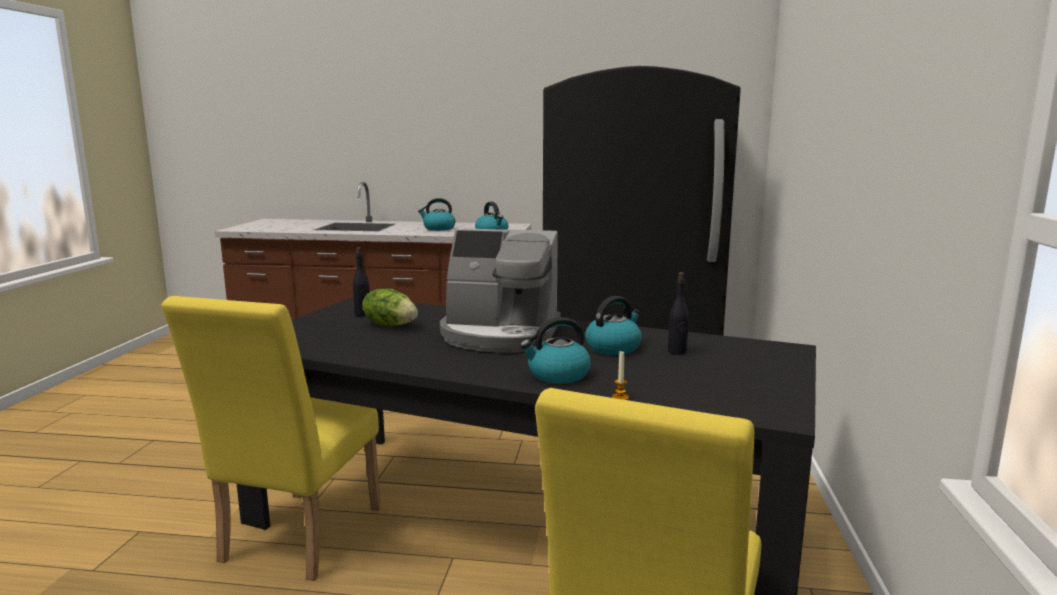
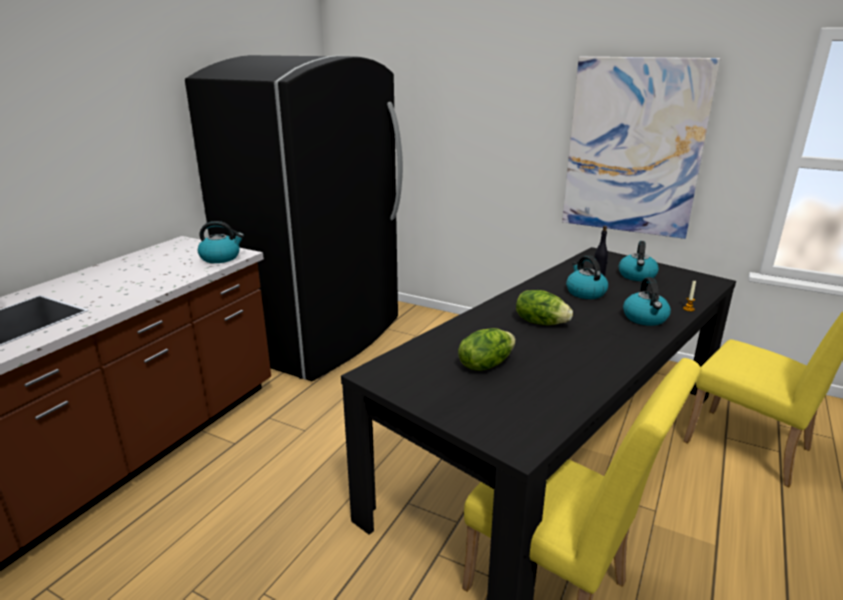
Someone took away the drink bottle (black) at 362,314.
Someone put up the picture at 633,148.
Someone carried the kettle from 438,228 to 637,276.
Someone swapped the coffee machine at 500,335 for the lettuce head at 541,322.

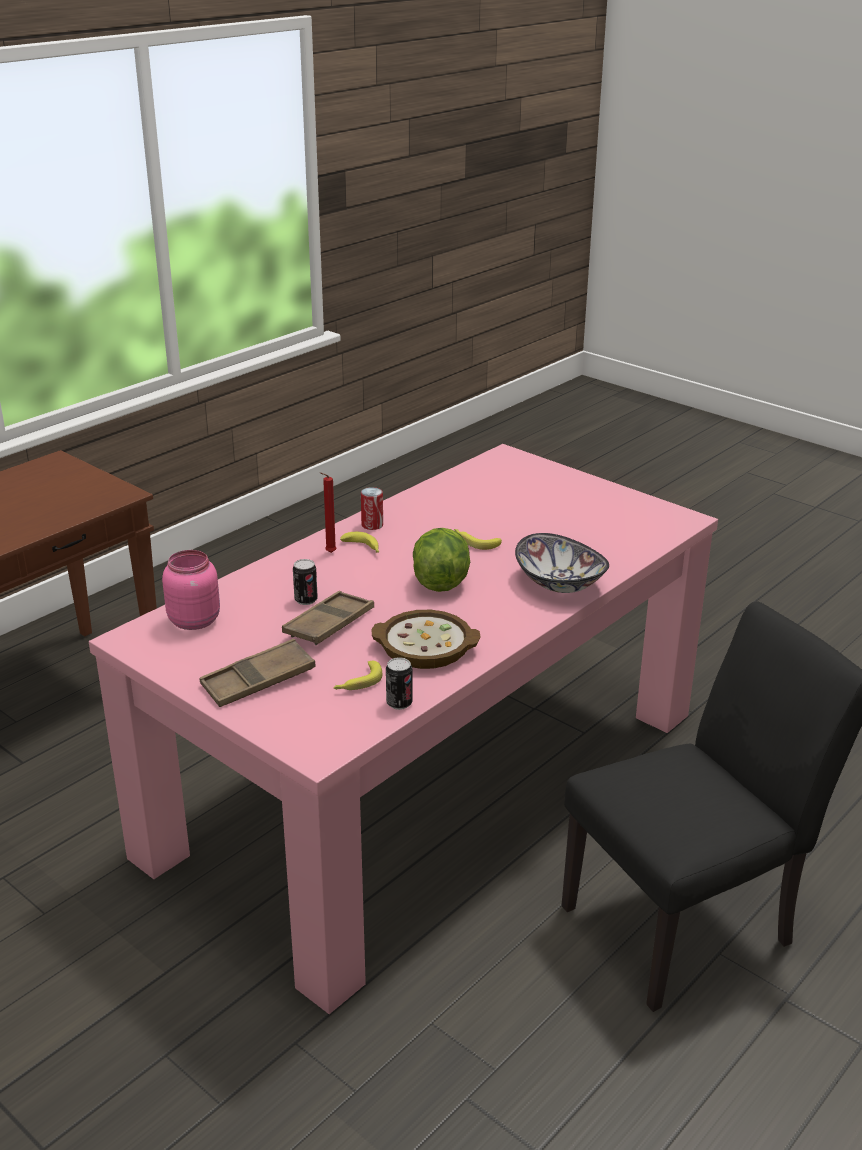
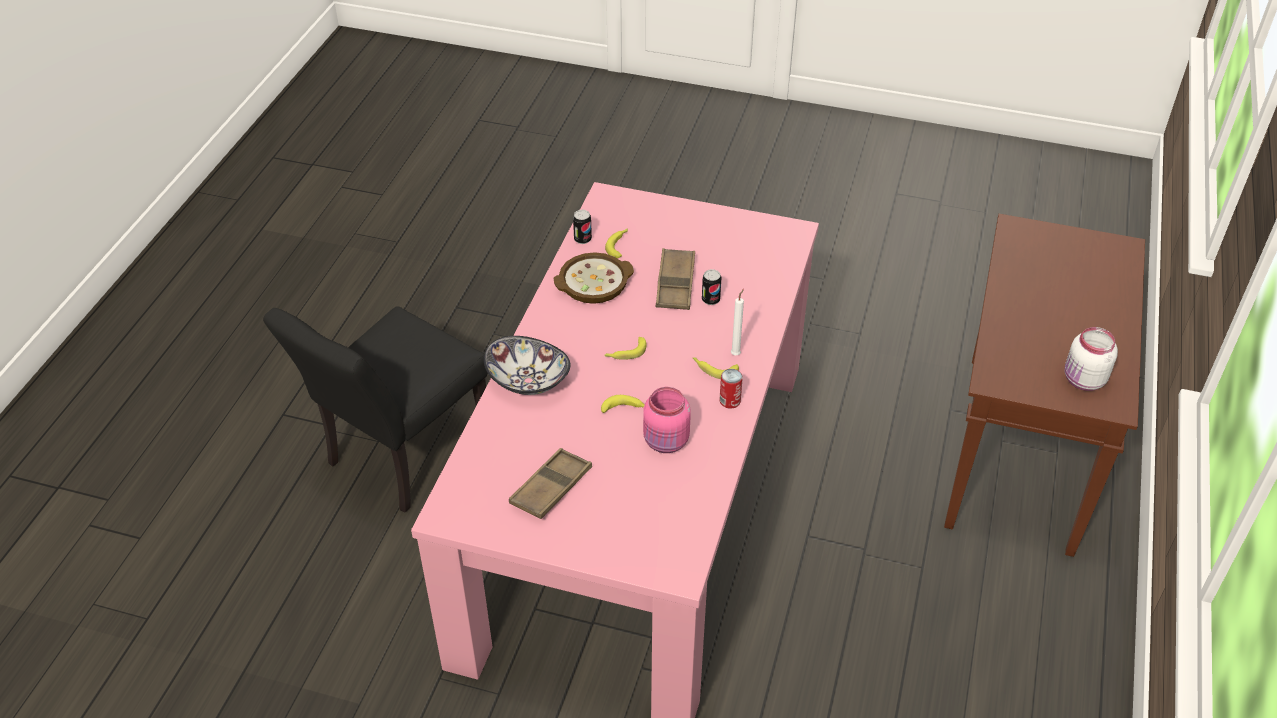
Someone put down the preserve jar (whitish) at 1083,381.
Someone carried the preserve jar (pinkish) from 195,620 to 666,442.
Someone carried the serving tray (brownish) from 258,680 to 551,488.
Someone swapped the lettuce head at 440,580 for the whole banana at 625,353.
Someone repainted the candle (red-coloured) at 329,553, which became the candle (whitish) at 736,353.

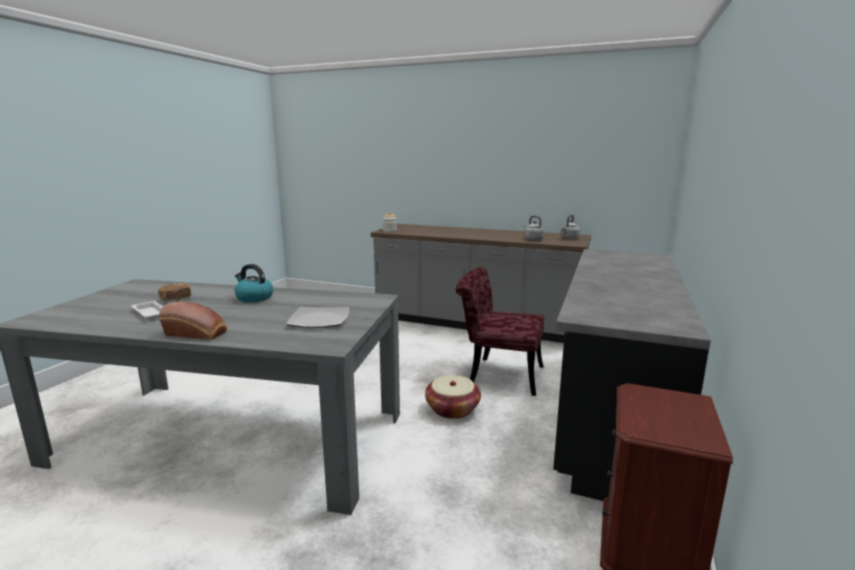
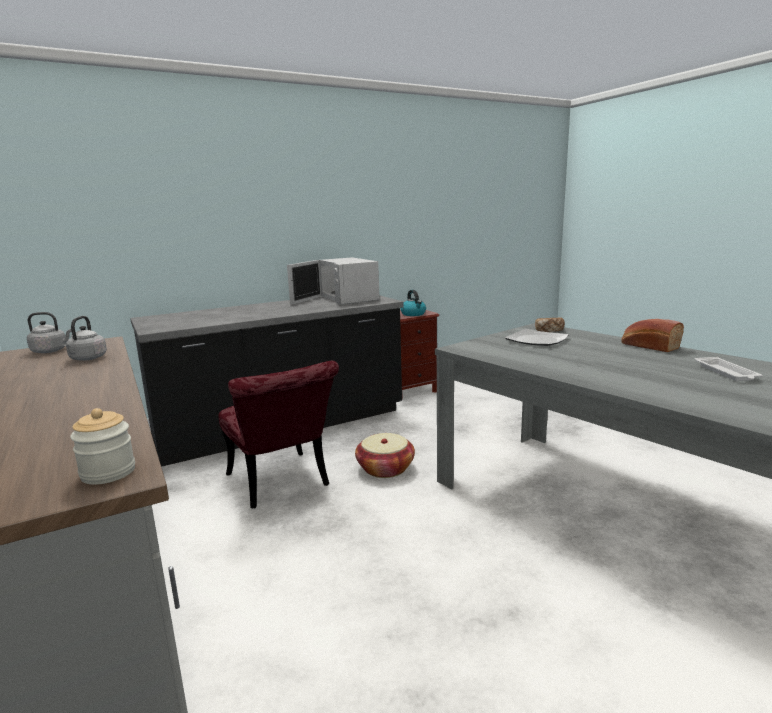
Someone put down the microwave (whitish) at 344,299.
Someone carried the bread from 176,298 to 549,331.
Someone carried the kettle from 254,298 to 413,314.

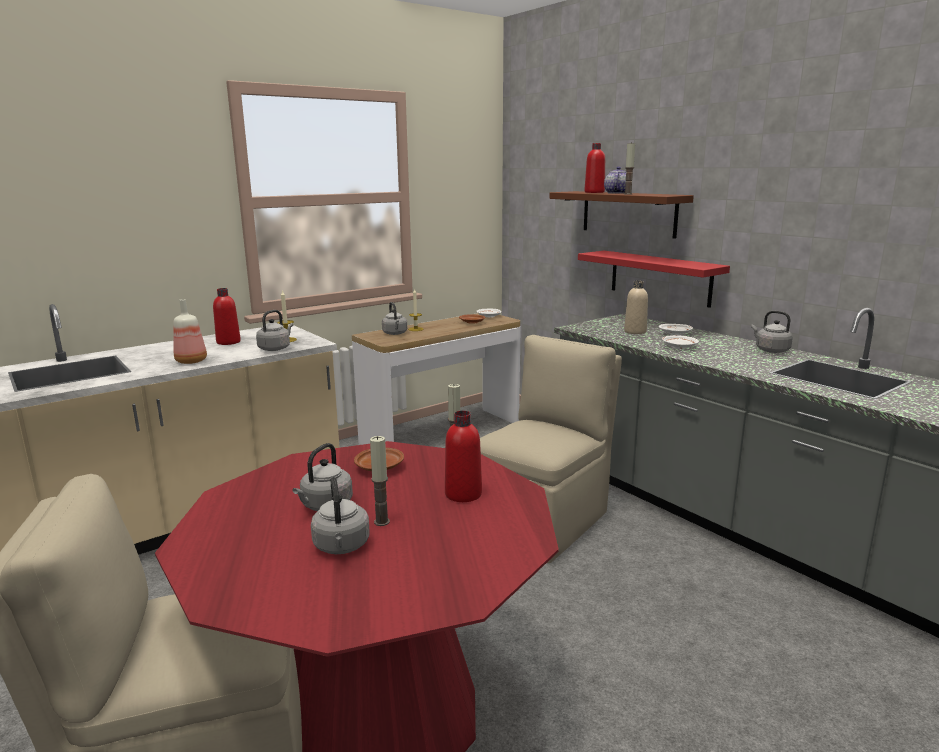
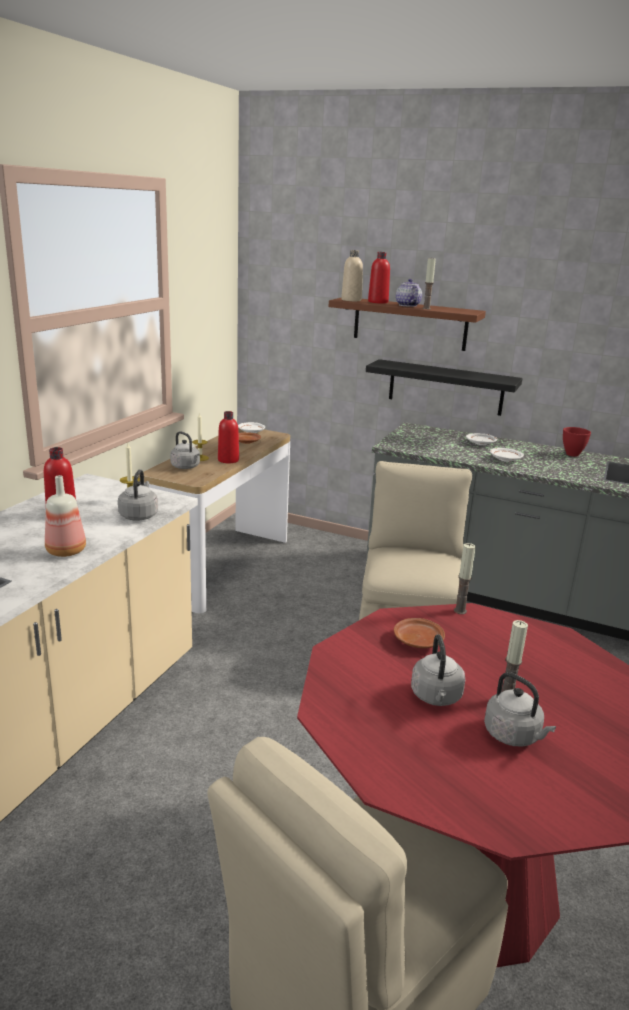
Someone carried the drink bottle (red-coloured) from 463,494 to 228,460.
Someone carried the drink bottle (beige-coloured) from 635,332 to 351,300.
Someone swapped the kettle (grey) at 770,350 for the bowl (red-coloured) at 572,454.
Someone repainted the bracket shelf (red-coloured) at 660,277, which became the bracket shelf (black) at 445,387.

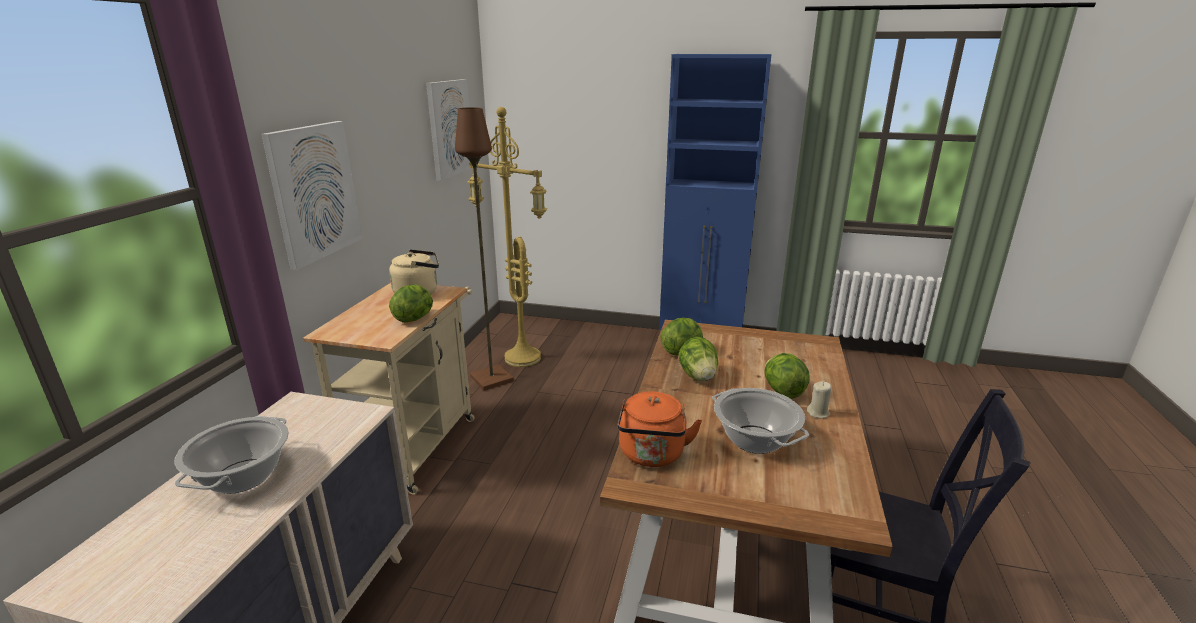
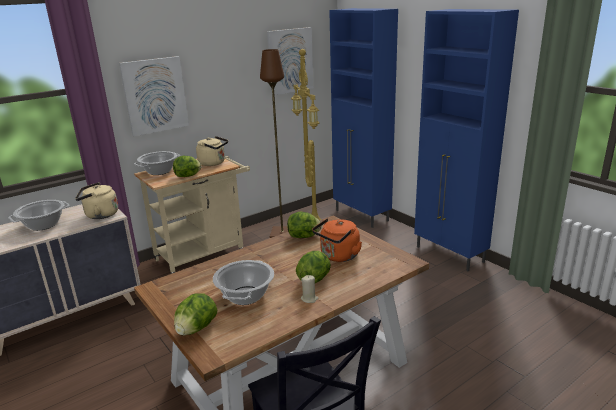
Someone put down the kettle (beige-coloured) at 99,215.
Someone put down the saucepot at 159,171.
Someone put down the cupboard (blue) at 362,216.
Someone carried the kettle (orange-coloured) from 652,455 to 338,256.
Someone carried the lettuce head from 698,376 to 196,329.

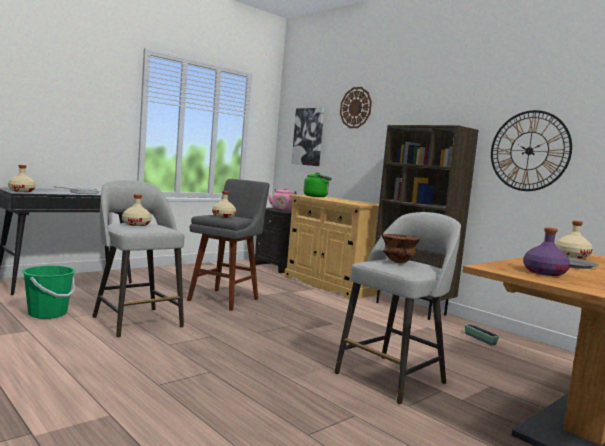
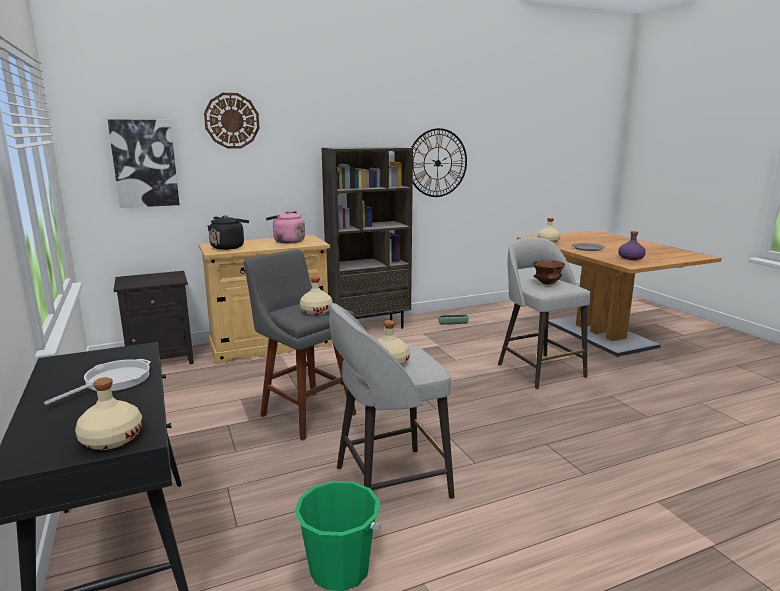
Someone carried the kettle (pinkish) from 282,210 to 287,241.
Someone repainted the kettle (green-coloured) at 317,196, which became the kettle (black) at 229,247.

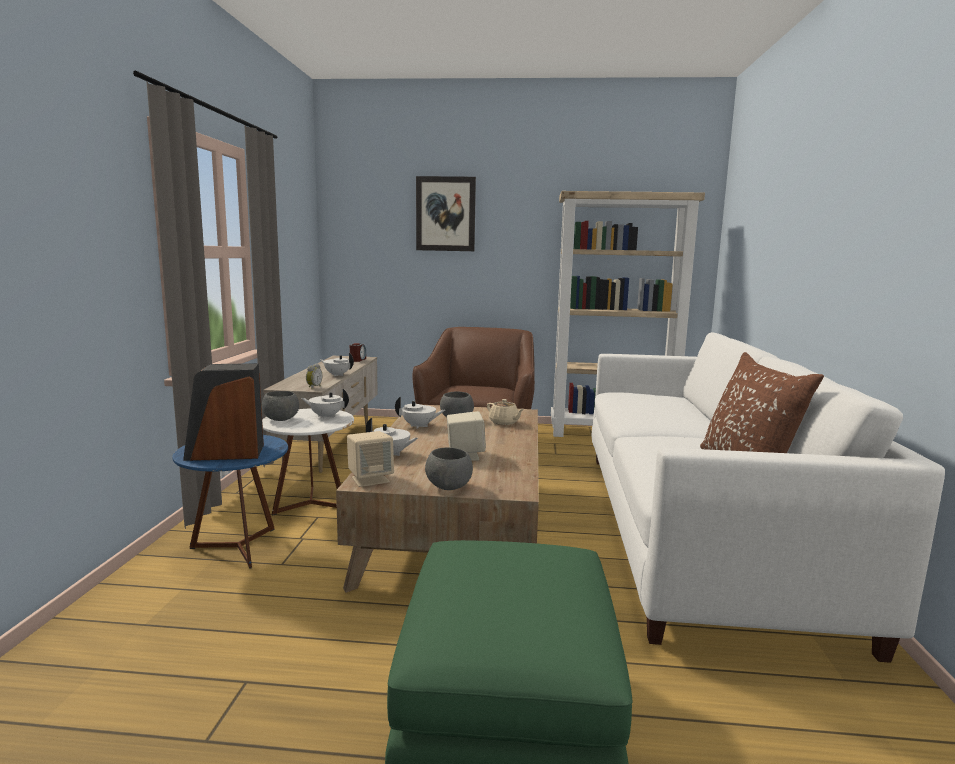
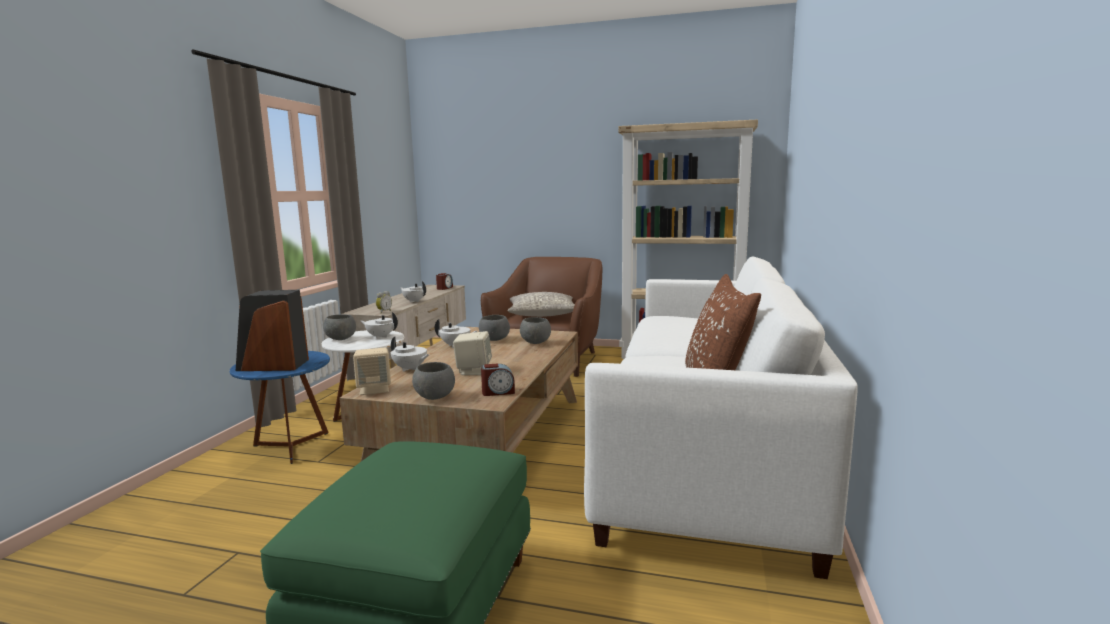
Someone took away the picture at 445,214.
Someone put down the alarm clock at 498,392.
Someone put down the pillow (grey) at 542,314.
Someone swapped the tea pot (beige-coloured) at 504,422 for the bowl (grey) at 535,343.

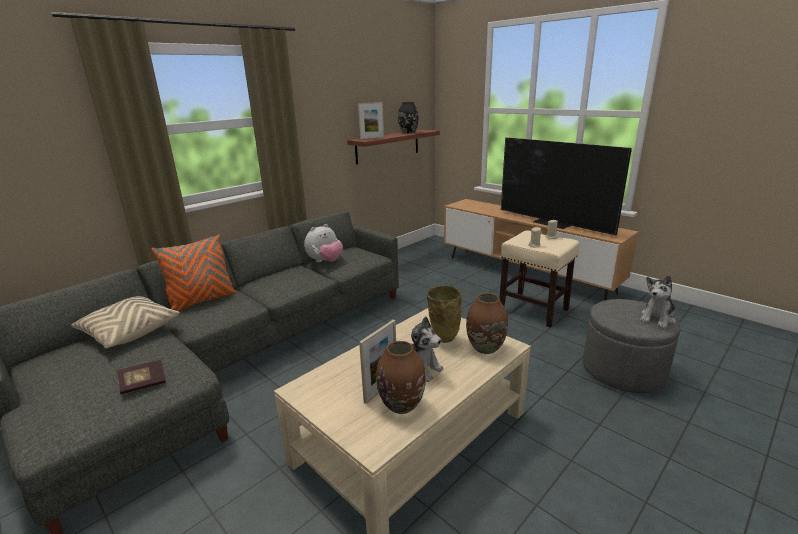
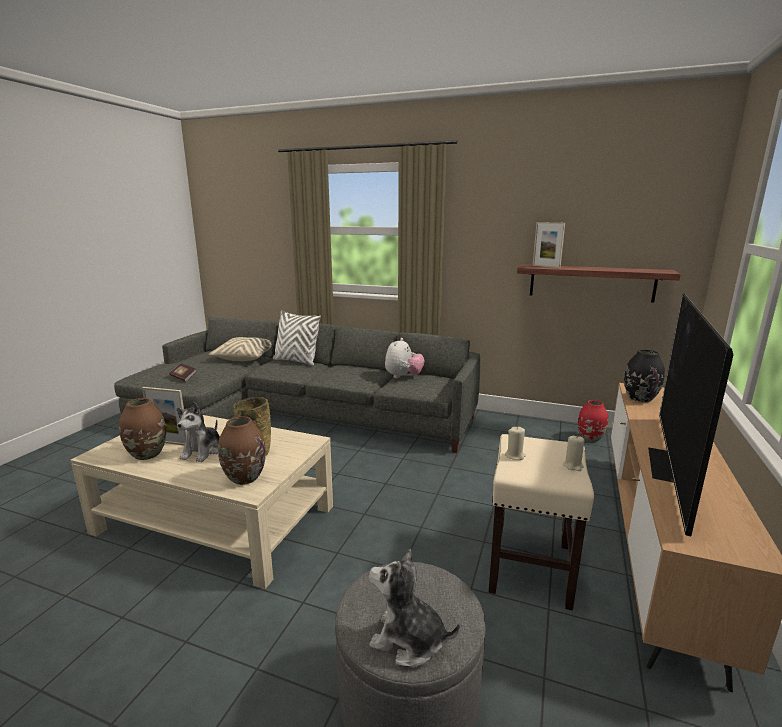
Someone put down the flower vase (red-coloured) at 590,438.
Someone carried the flower vase (black) from 408,132 to 640,398.
Someone repainted the pillow (orange-coloured) at 202,301, which became the pillow (whitish) at 296,361.
Someone rotated the cuddly toy at 325,261 by 90 degrees counterclockwise.

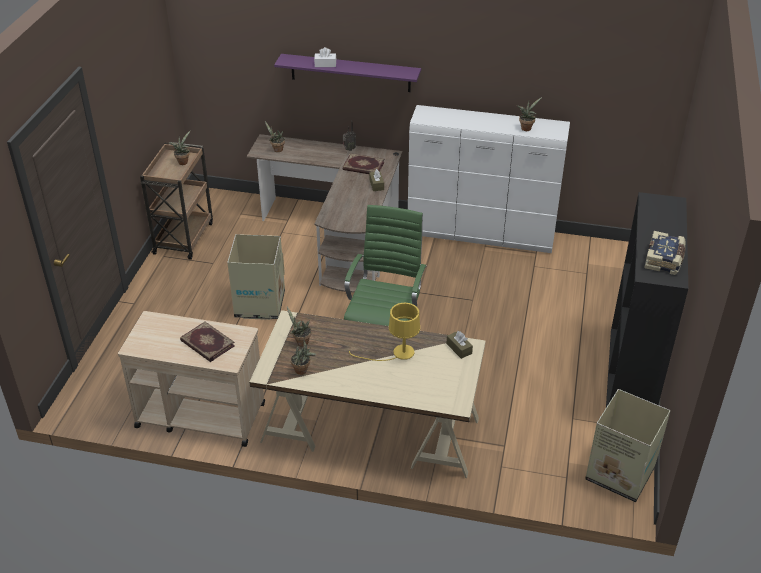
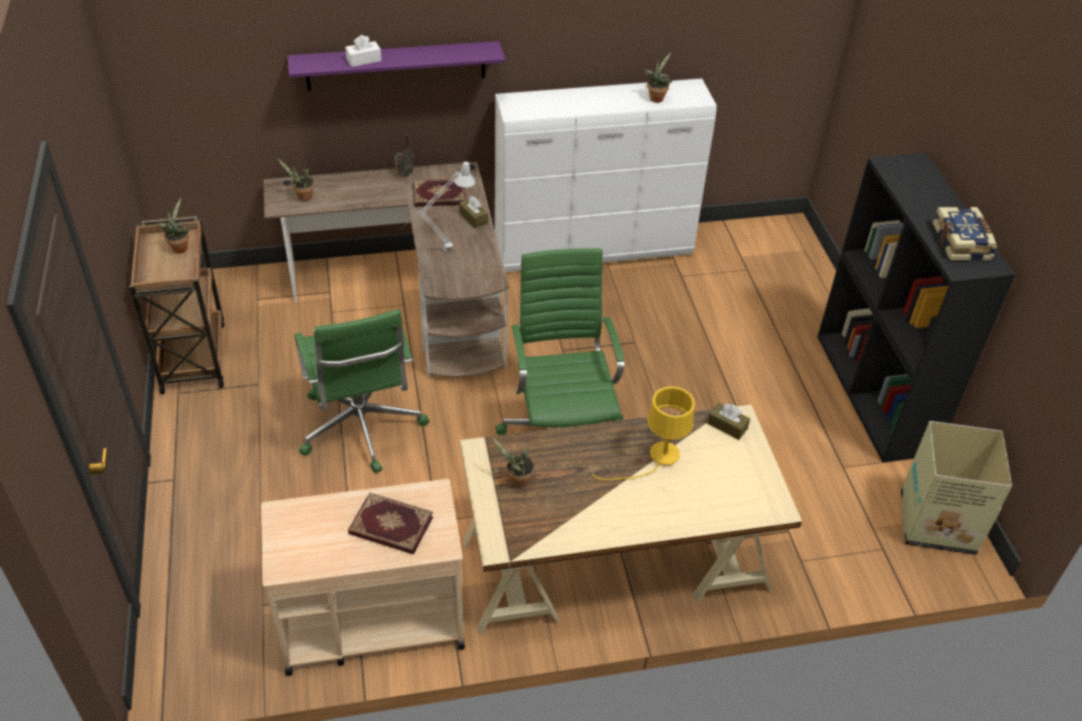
Someone took away the houseplant at 303,370.
Someone put down the tabletop lamp (grey) at 439,253.
Someone swapped the packing box at 259,305 for the computer chair (green-coloured) at 361,428.

